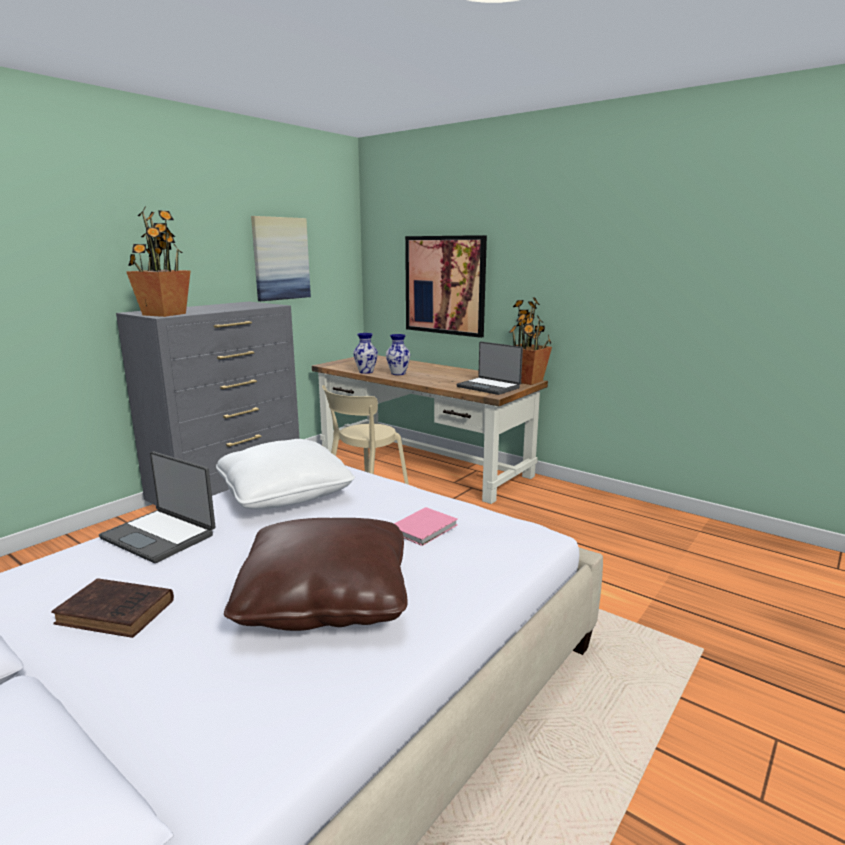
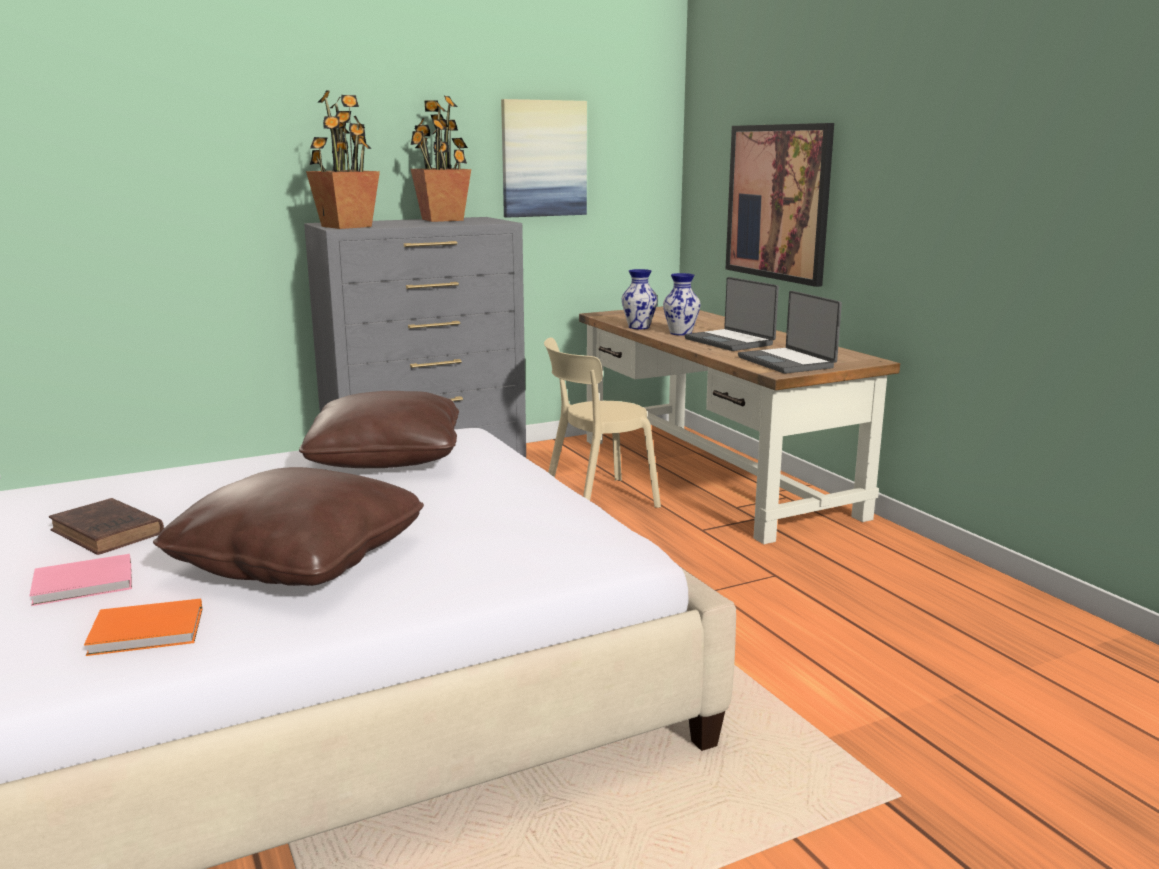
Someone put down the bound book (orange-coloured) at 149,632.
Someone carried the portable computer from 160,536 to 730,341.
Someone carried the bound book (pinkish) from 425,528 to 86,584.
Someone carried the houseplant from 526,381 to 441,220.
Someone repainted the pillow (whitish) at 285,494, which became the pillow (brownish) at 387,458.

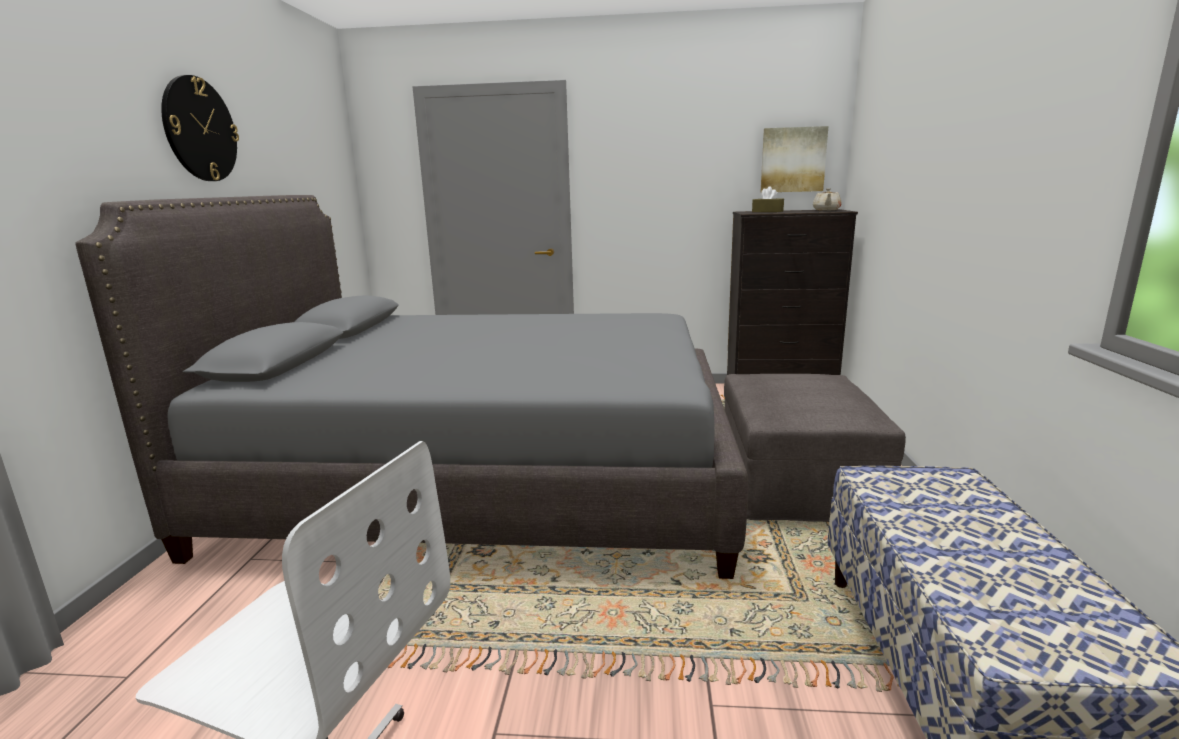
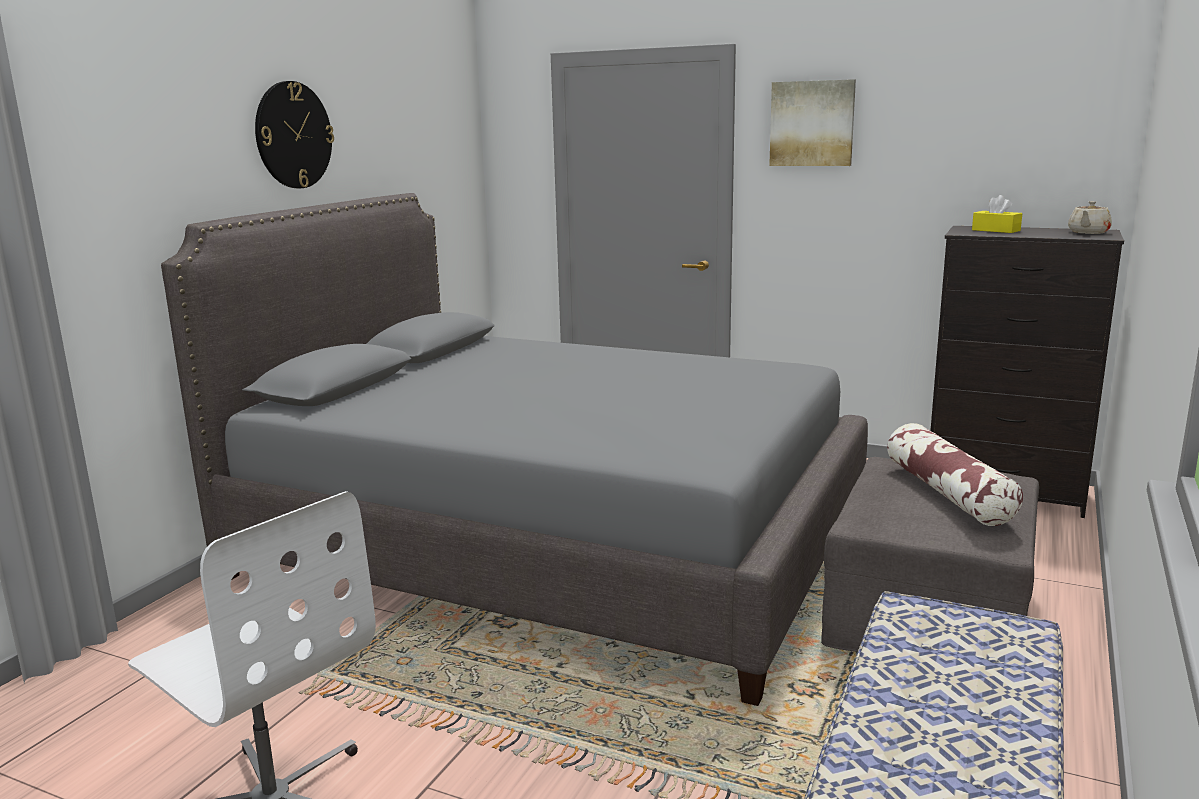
Someone put down the pillow at 947,492.
Someone carried the picture from 793,160 to 812,123.
Someone repainted the tissue holder (brownish) at 767,211, which became the tissue holder (yellow-coloured) at 996,230.

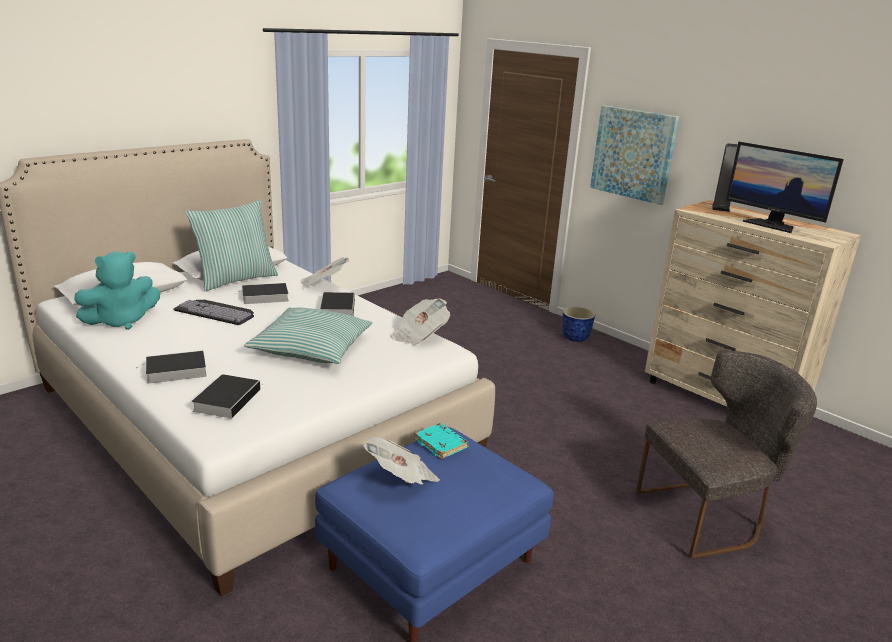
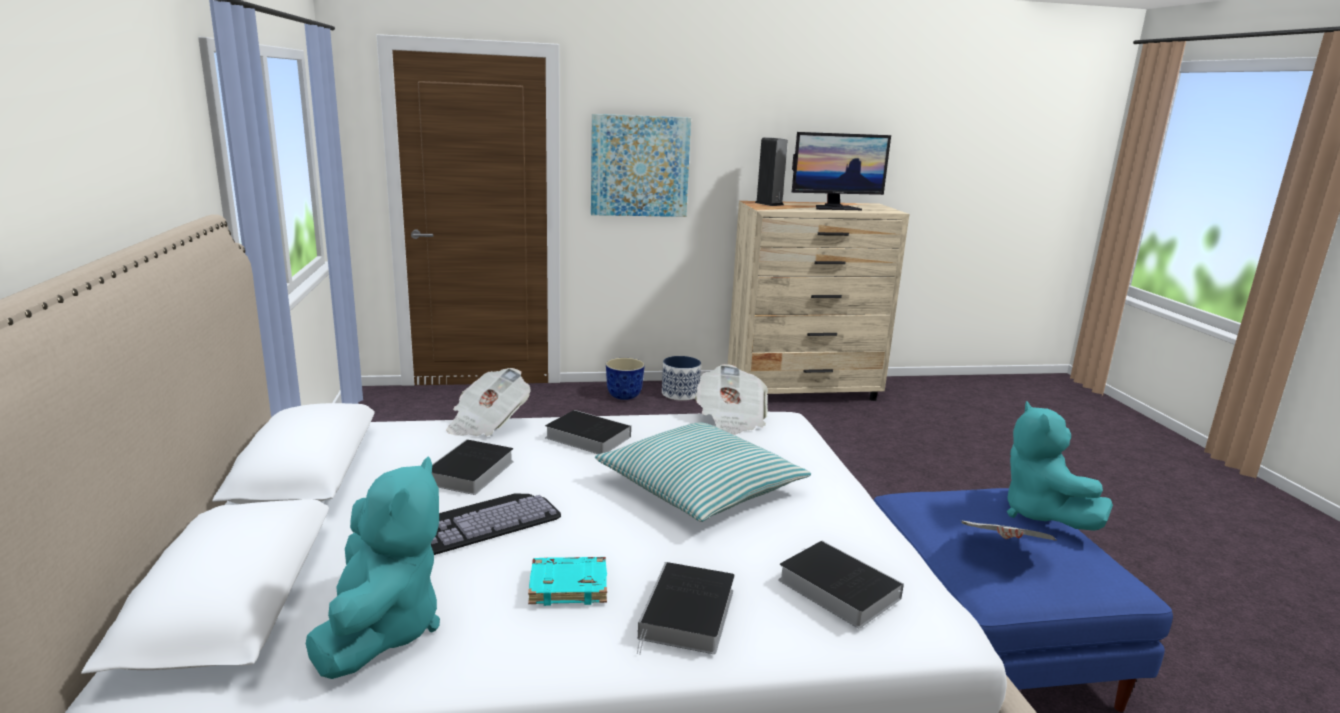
Someone took away the pillow at 236,279.
Someone took away the upright chair (grey) at 708,516.
Someone put down the planter at 680,394.
Someone put down the cuddly toy (turquoise-coloured) at 1040,514.
Someone carried the bound book (turquoise-coloured) from 442,444 to 569,585.

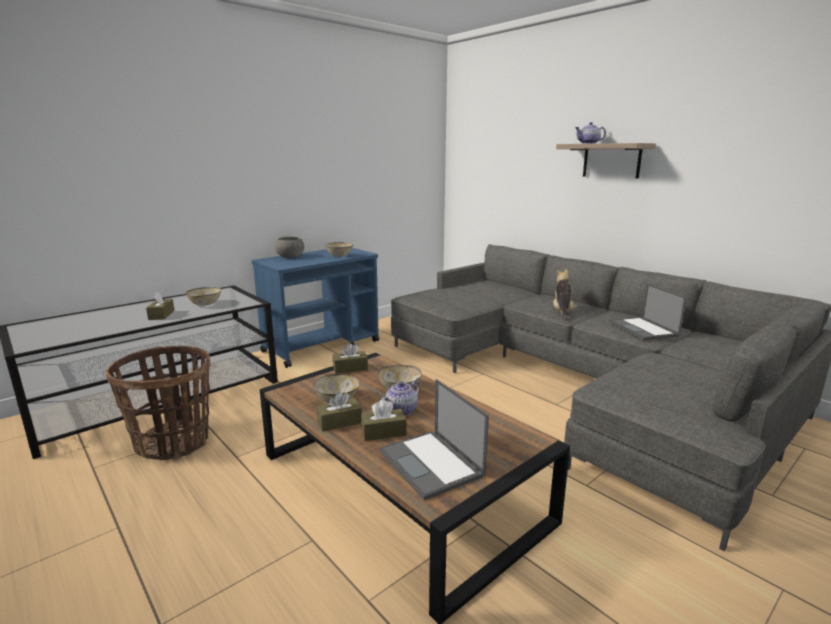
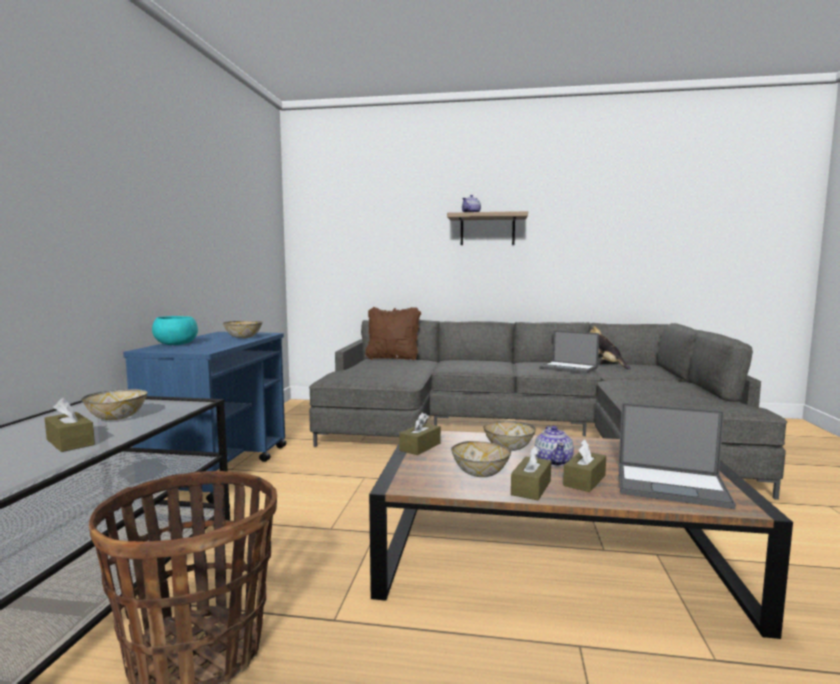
Someone put down the pillow (brownish) at 392,359.
Someone carried the cuddly toy from 562,312 to 606,365.
Someone repainted the bowl (grey) at 290,257, which became the bowl (turquoise-coloured) at 176,344.

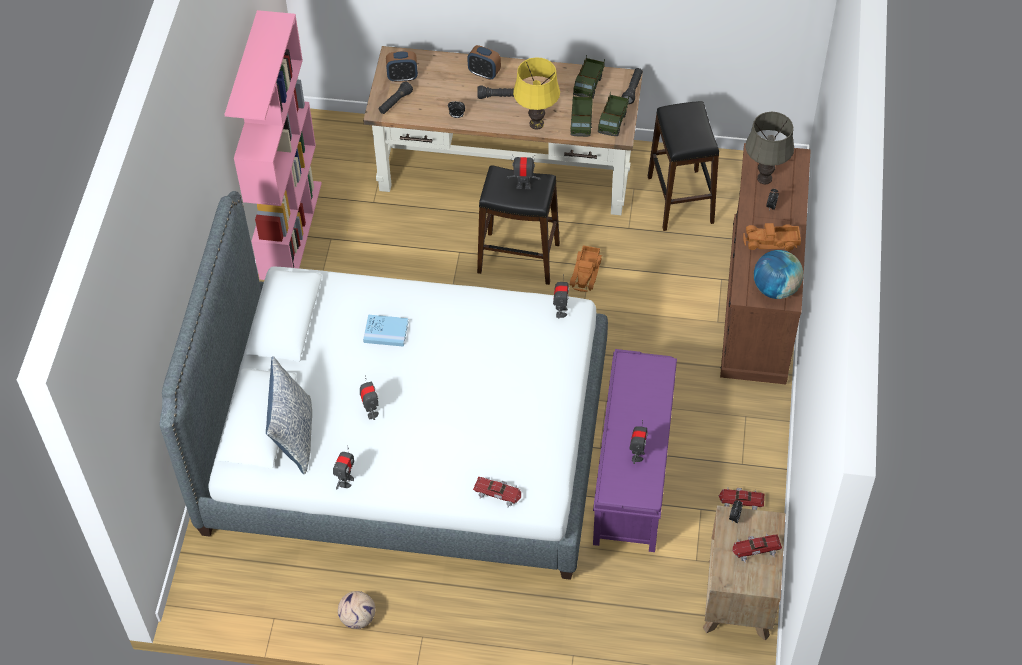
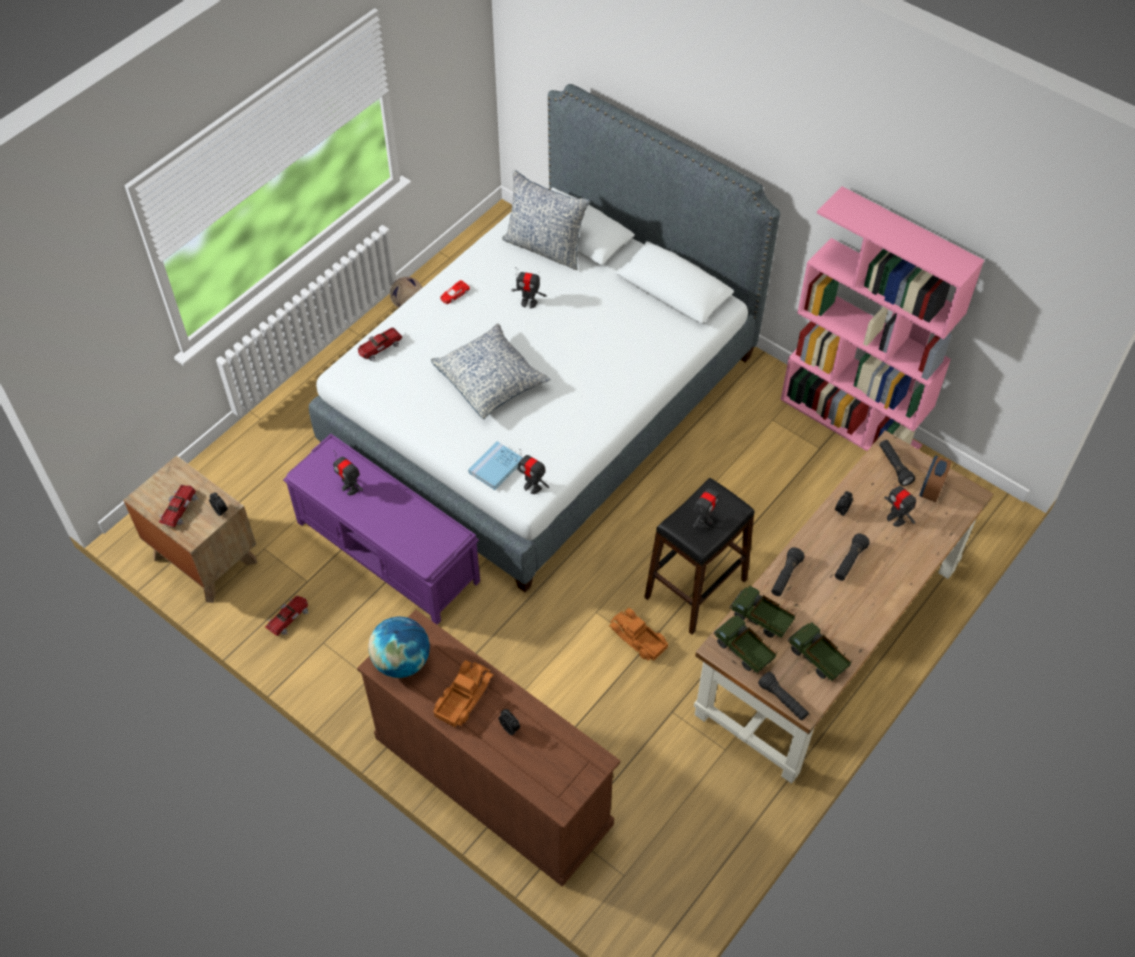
Someone took away the alarm clock at 484,73.
Someone took away the stool (black) at 680,200.
Someone took away the tabletop lamp (grey) at 764,178.
Someone put down the pillow at 491,380.
Someone put down the model car (red-coloured) at 454,294.
Someone carried the model robot from 346,481 to 895,519.
Someone carried the bound book (blue) from 386,332 to 496,467.
Someone swapped the tabletop lamp (yellow-coloured) at 536,124 for the flashlight (black) at 785,577.

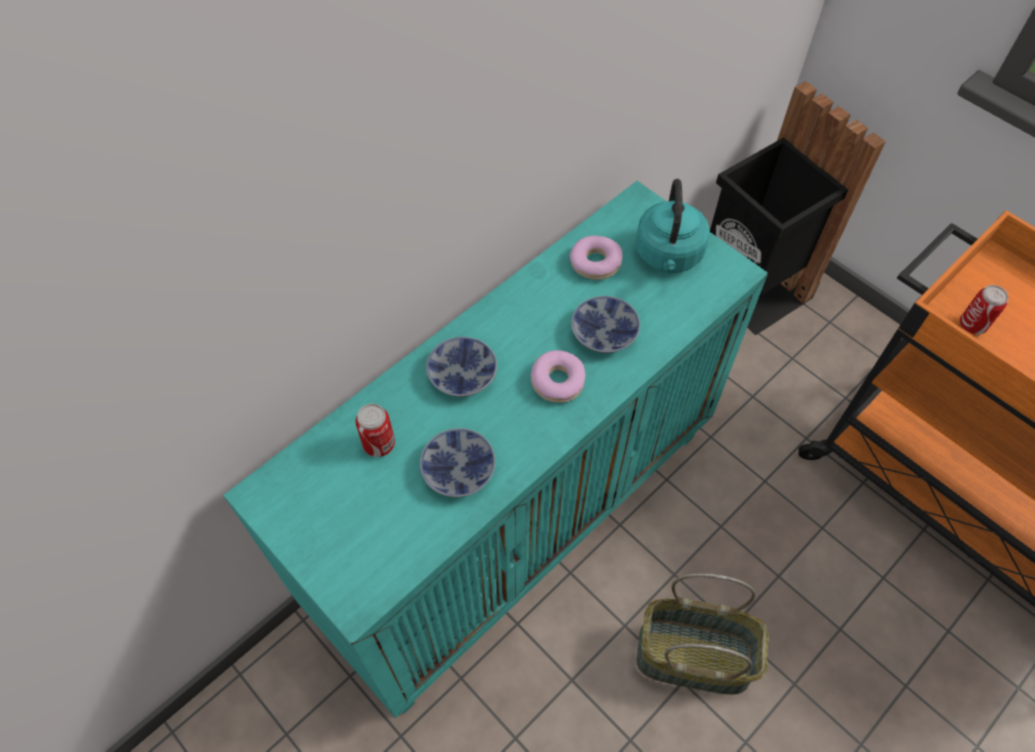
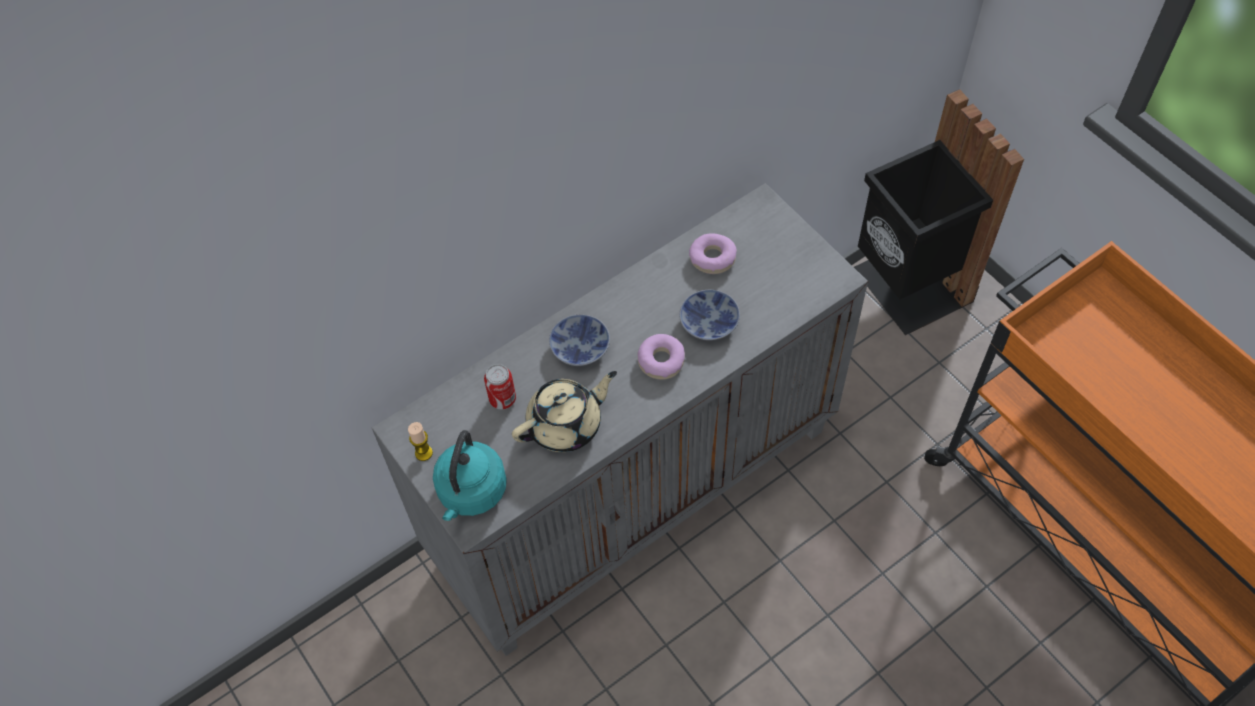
Someone took away the basket at 694,655.
Someone took away the sealed can at 972,325.
Someone put down the candle at 423,453.
Someone carried the kettle (turquoise-coloured) from 668,256 to 471,493.
Someone swapped the bowl at 458,467 for the tea pot (beige-coloured) at 566,424.
Someone repainted the cupboard (turquoise-coloured) at 517,519, which became the cupboard (grey) at 635,492.

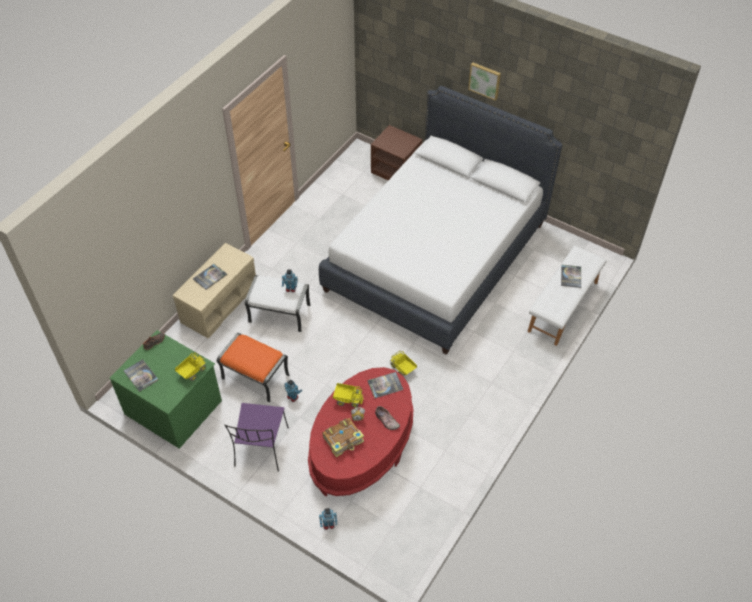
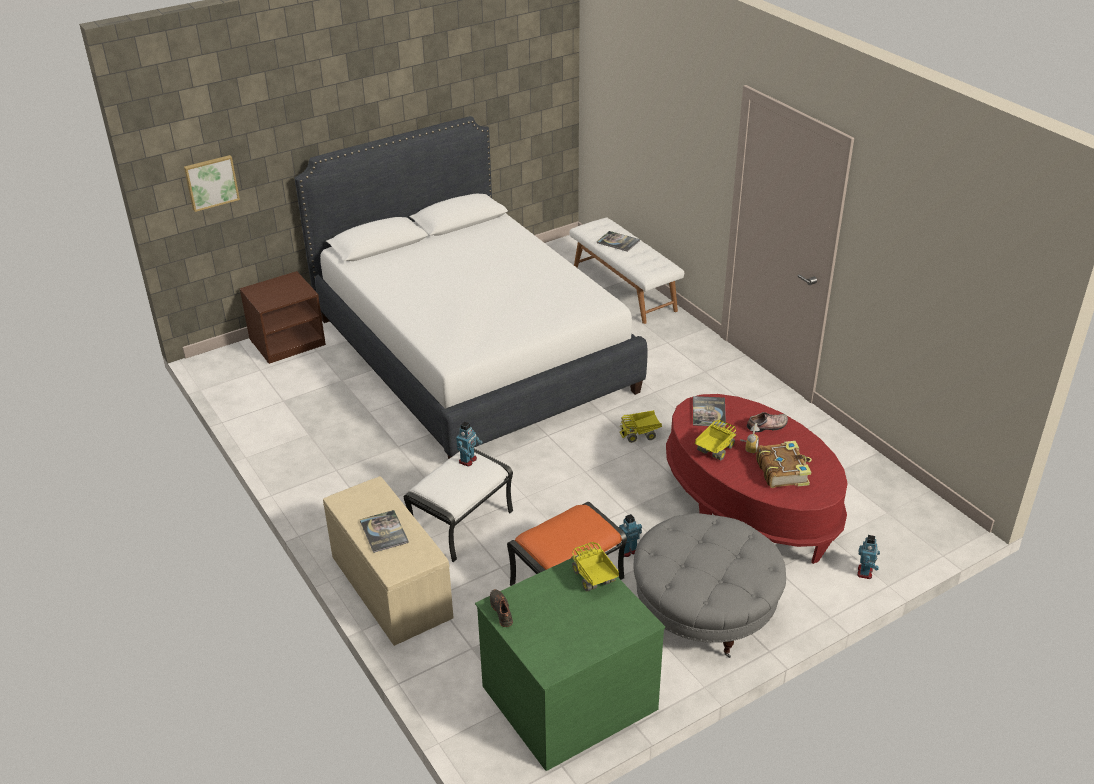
Someone took away the bound book at 141,375.
Someone carried the picture from 485,80 to 211,182.
Someone swapped the upright chair (purple-coloured) at 261,448 for the ottoman (grey) at 705,609.

